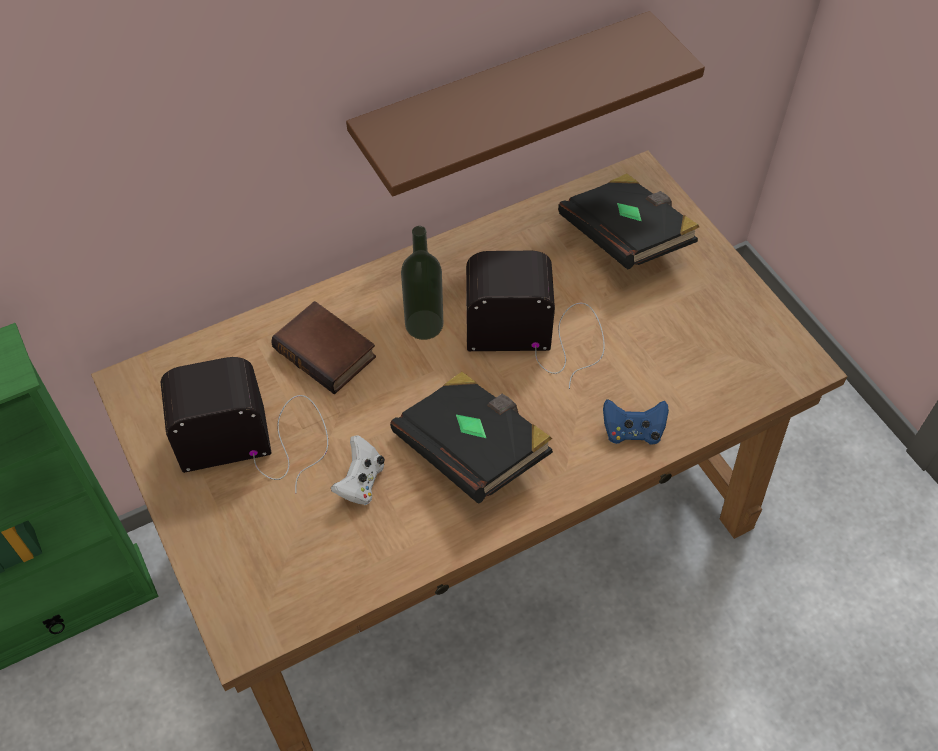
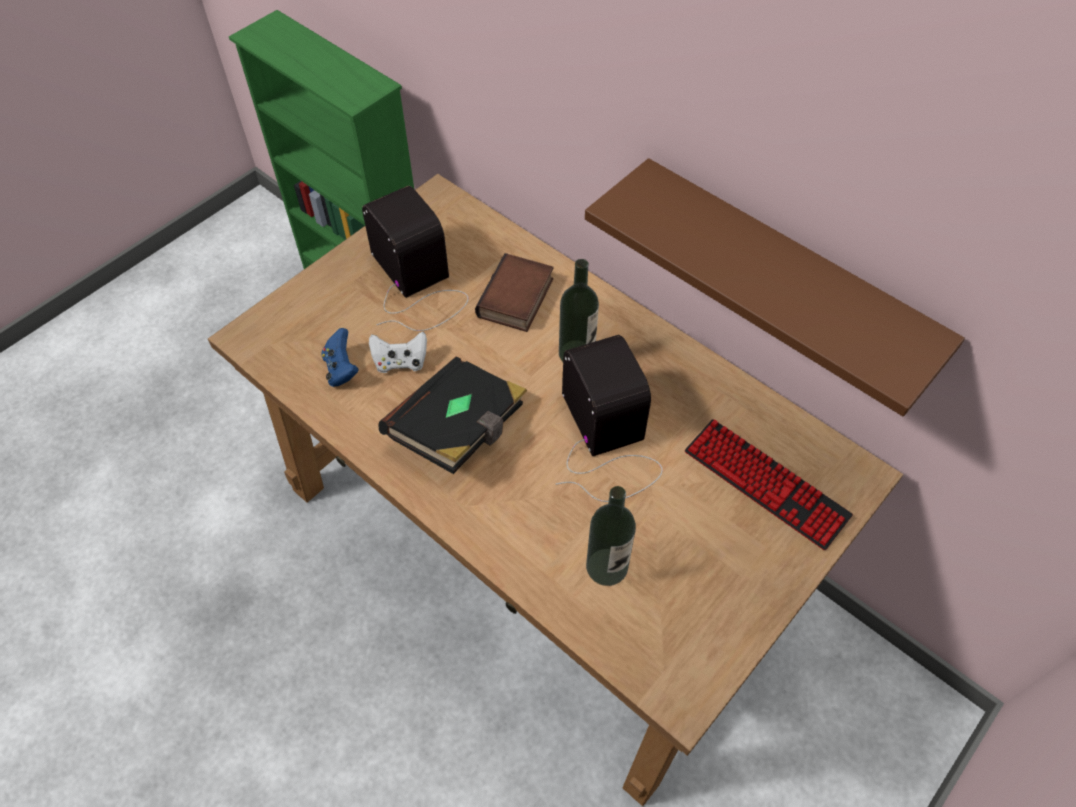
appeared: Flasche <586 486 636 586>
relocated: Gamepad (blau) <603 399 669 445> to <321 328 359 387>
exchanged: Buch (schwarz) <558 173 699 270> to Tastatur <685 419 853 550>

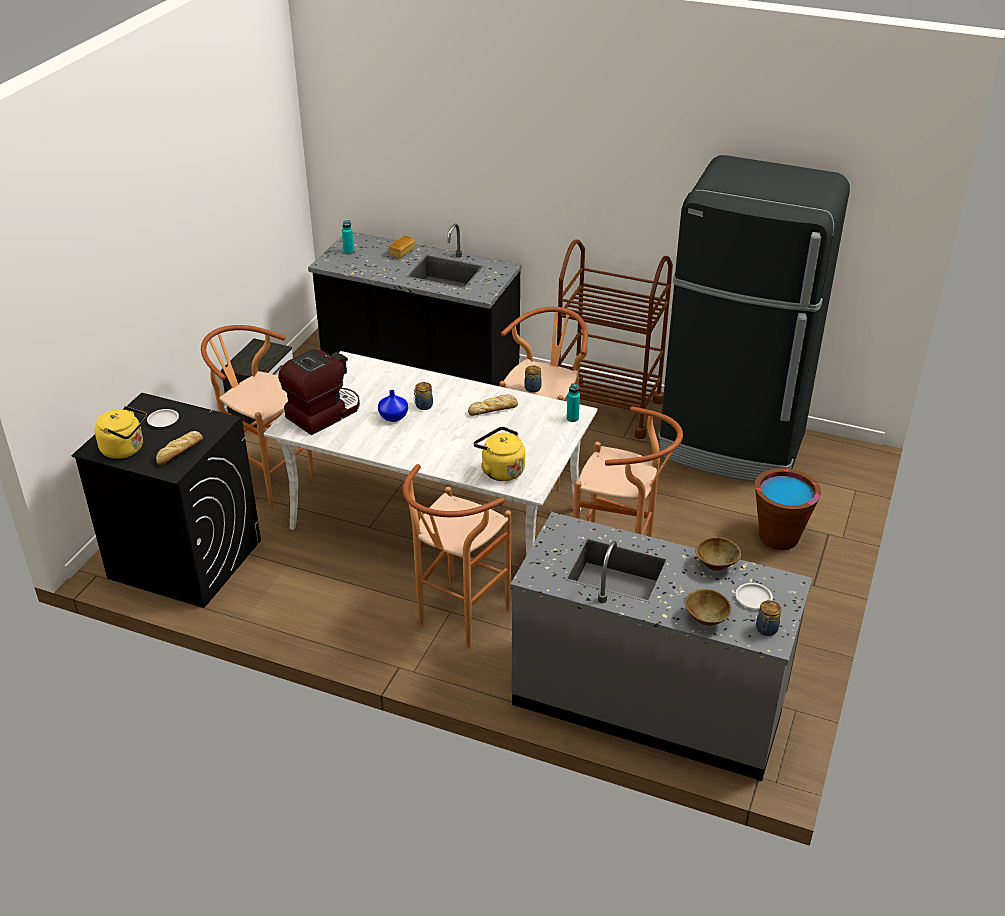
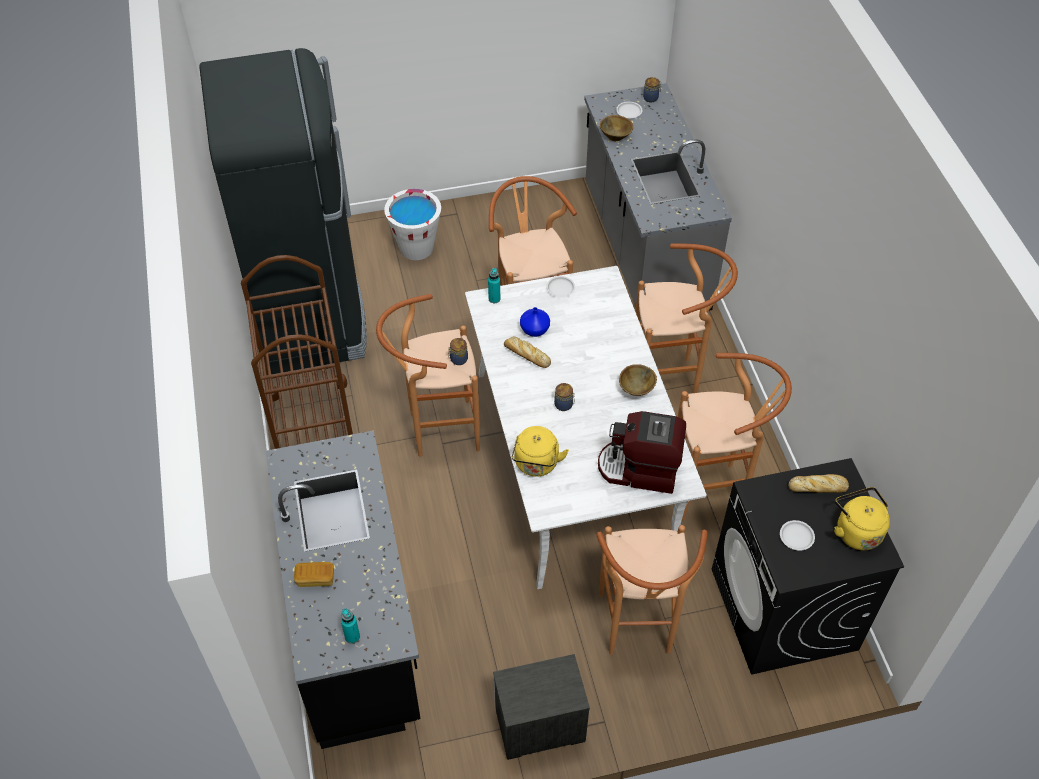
appeared: Teller (weiß) <546 276 575 298>; Hocker (braun) <678 353 792 520>
relocated: Wasserkessel (gelb) <474 427 525 481> to <512 426 569 477>; Vase (blau) <378 390 408 422> to <520 307 550 337>; Schüssel (braun) <685 589 731 626> to <619 364 657 396>
colour: Eimer (braun) <755 468 821 550> to Eimer (weiß) <384 189 441 260>

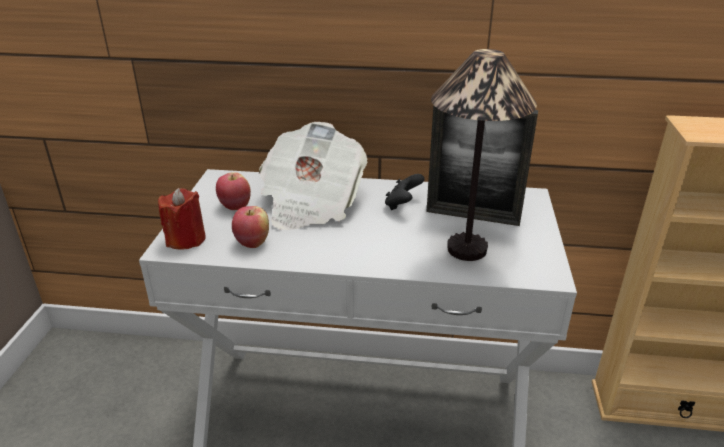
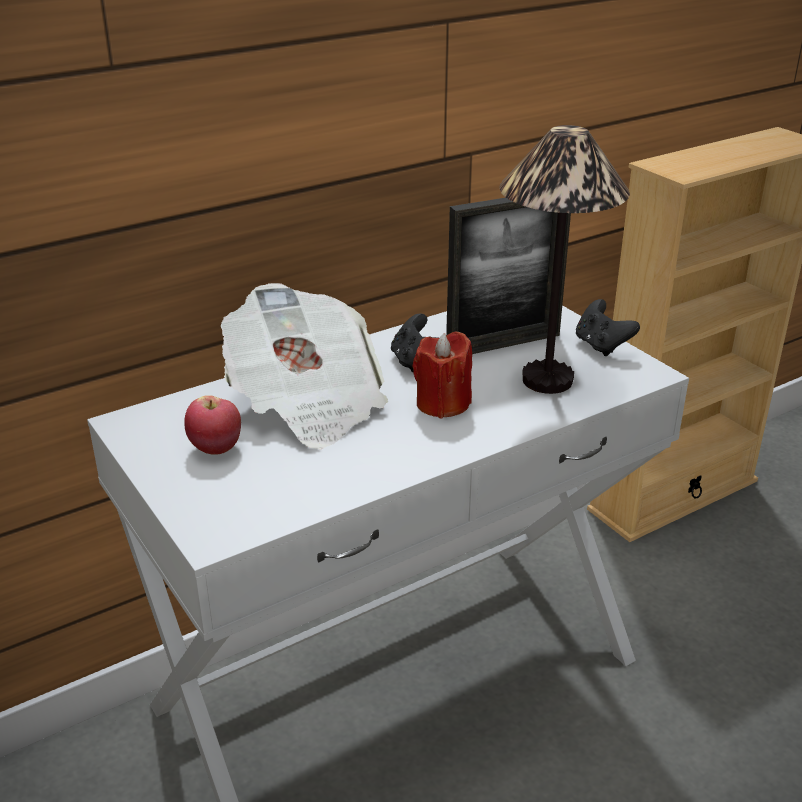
missing: Apfel <232 206 269 248>
appeared: Gamepad (schwarz) <576 299 640 356>
relocated: Kerze (rot) <158 188 206 250> to <413 332 472 419>

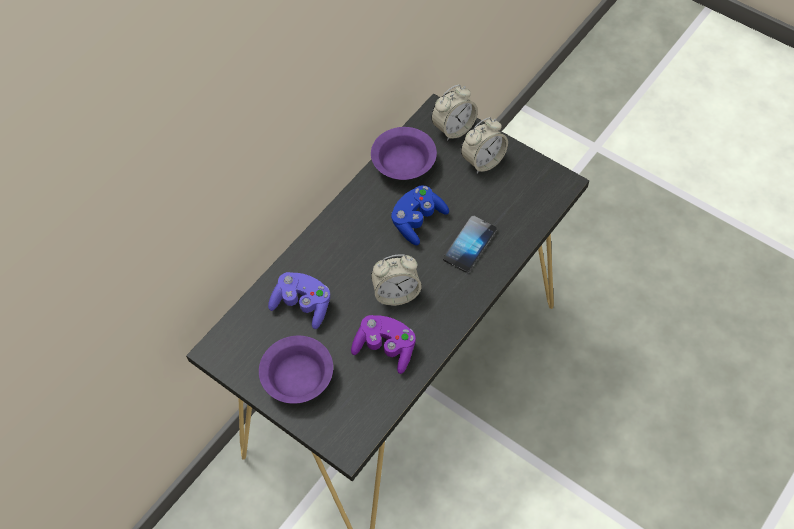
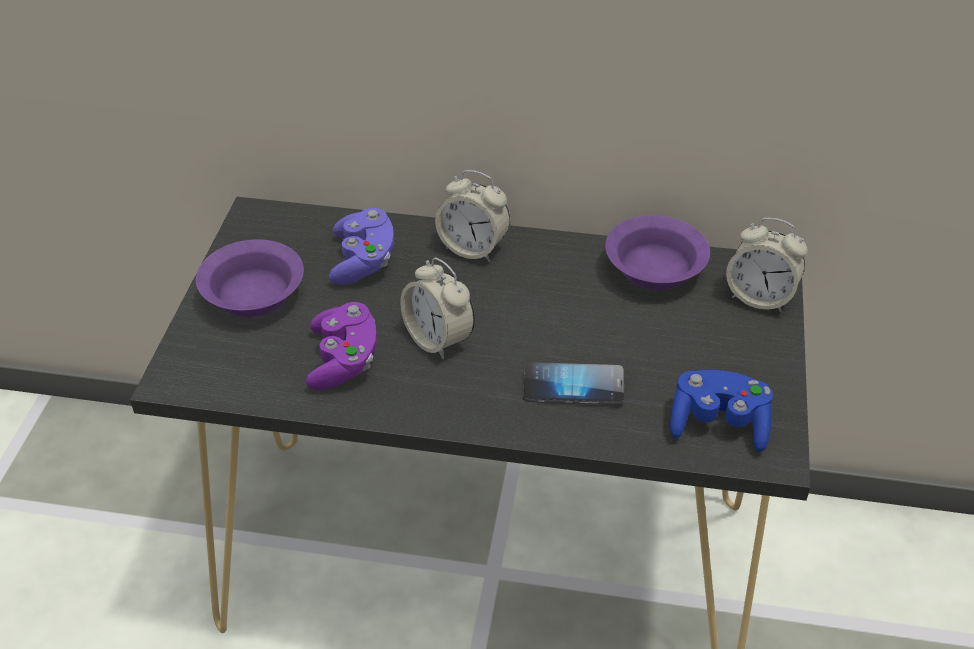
relocated: Wecker <461 117 508 174> to <435 170 510 262>; Gamepad (blau) <391 186 449 245> to <670 370 773 452>

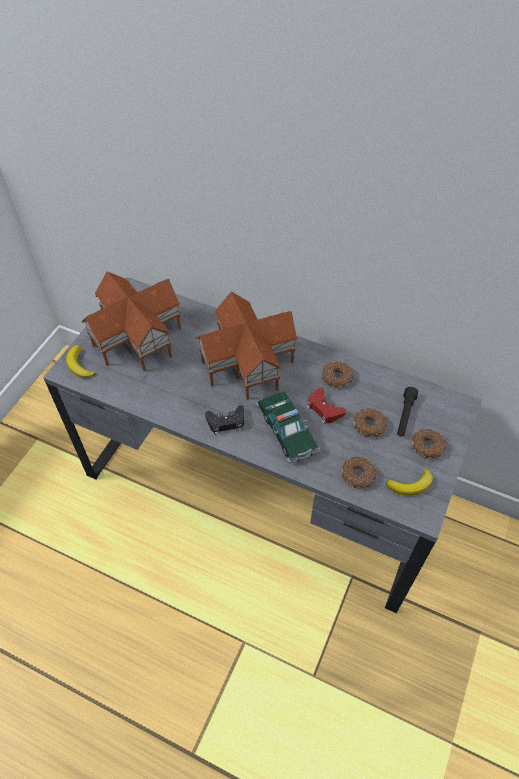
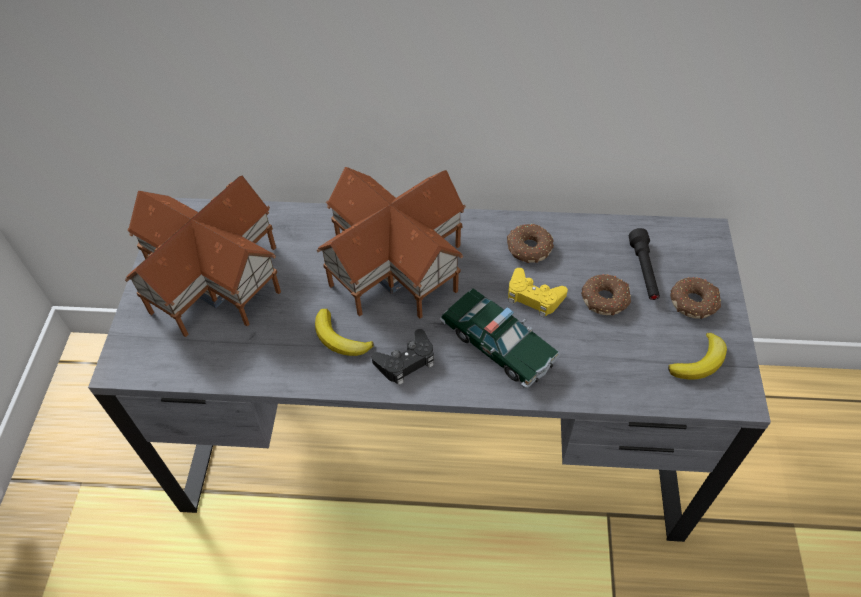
missing: Donut <342 457 378 488>
relocated: Banane <66 345 96 378> to <315 309 374 356>
colour: Gamepad (rot) <307 387 346 424> to Gamepad (gelb) <508 268 568 317>

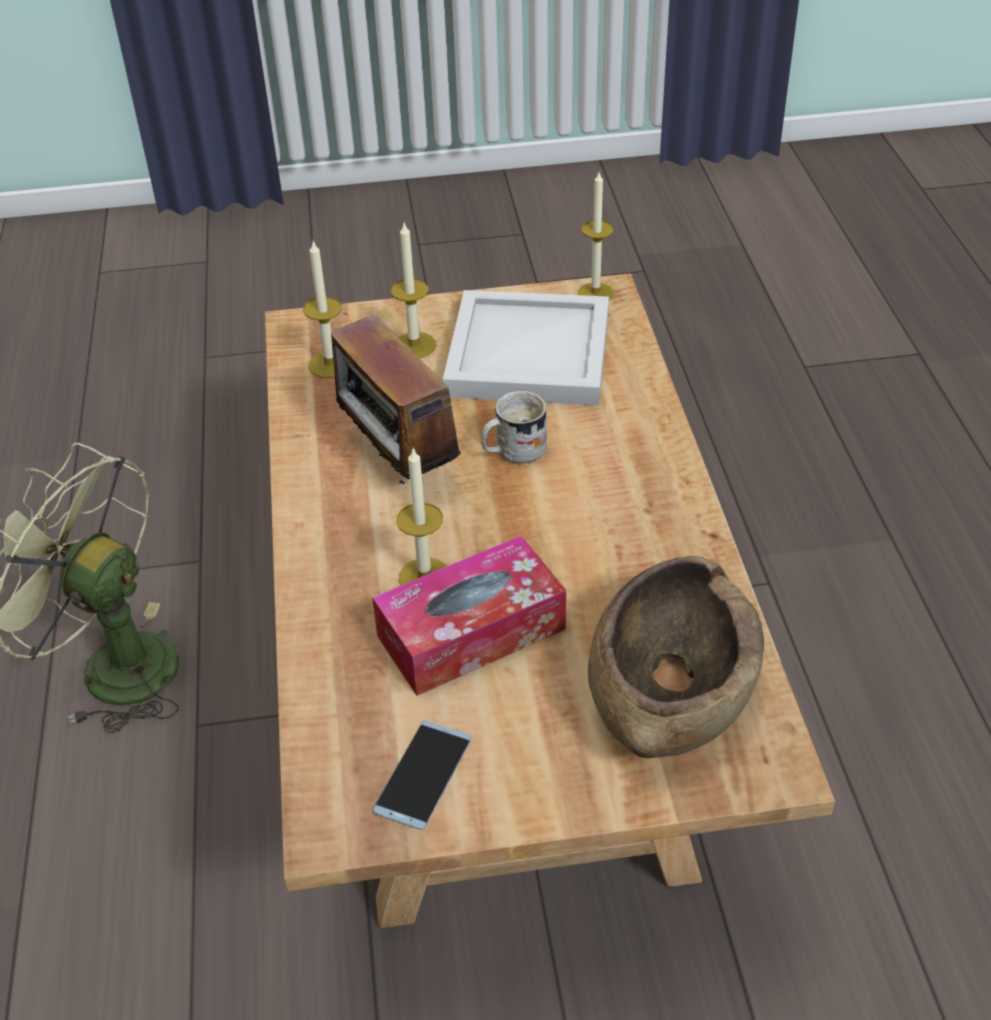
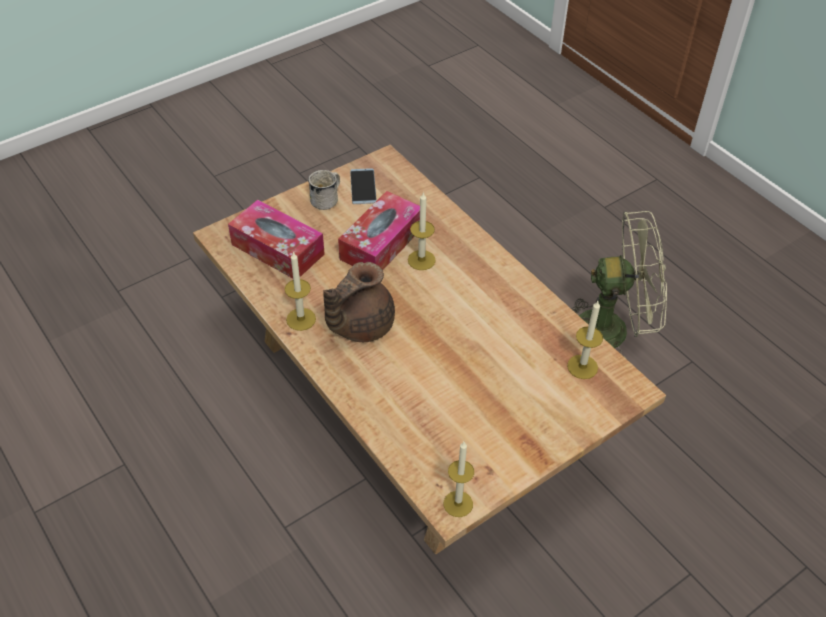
missing: Radio <331 313 461 484>; Tablett (weiß) <443 290 609 406>
appeared: Teekanne (braun) <323 262 395 342>
relocated: Kerze <391 223 436 358> to <285 251 316 331>; Henkelbecher (weiß) <481 391 547 465> to <308 170 340 210>
exchanged: Schüssel (braun) <588 556 764 758> to Taschentuchbox <228 200 325 278>

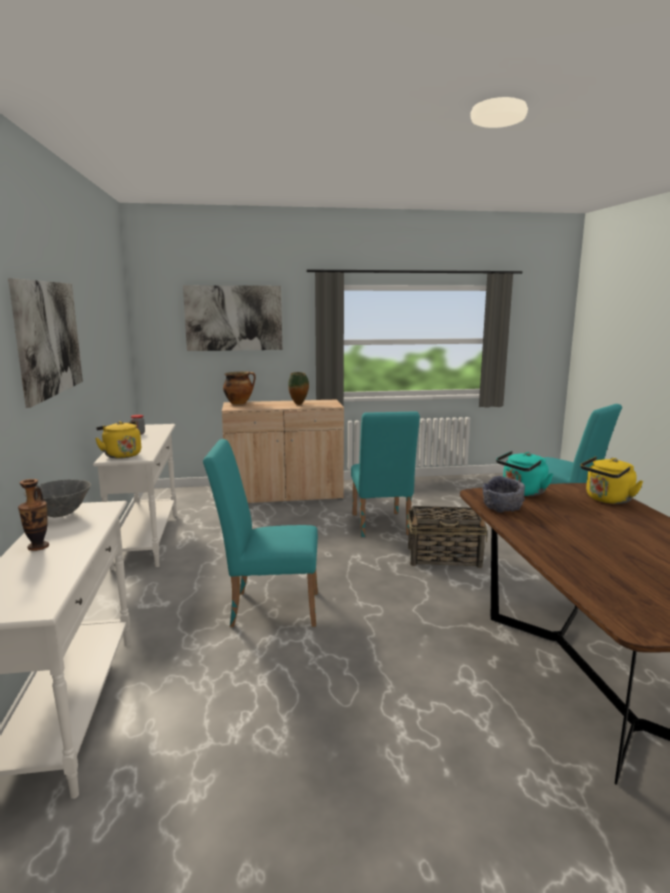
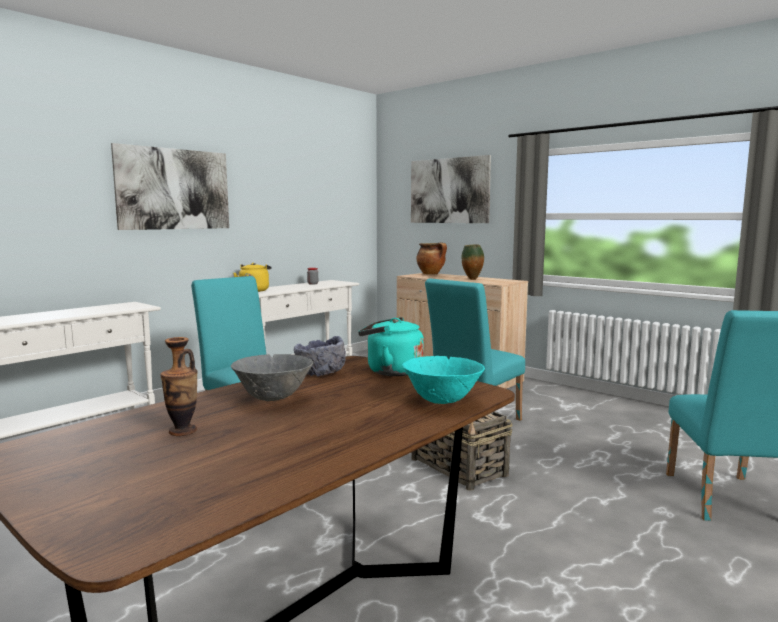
relocated: Vase <18 479 49 551> to <160 337 198 436>; Schüssel (grau) <24 480 91 518> to <231 354 313 401>
exchanged: Wasserkessel (gelb) <580 456 643 504> to Schüssel (türkis) <402 356 485 404>

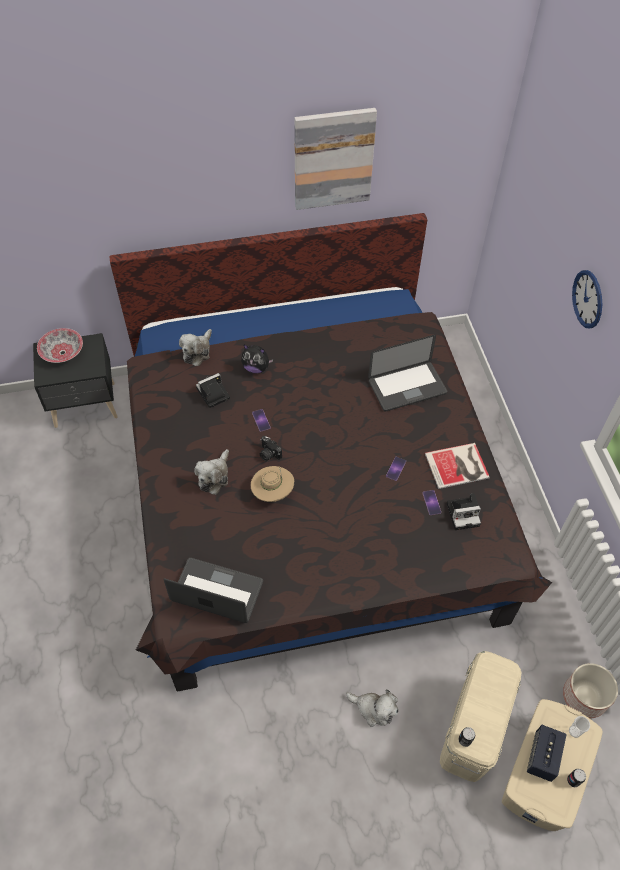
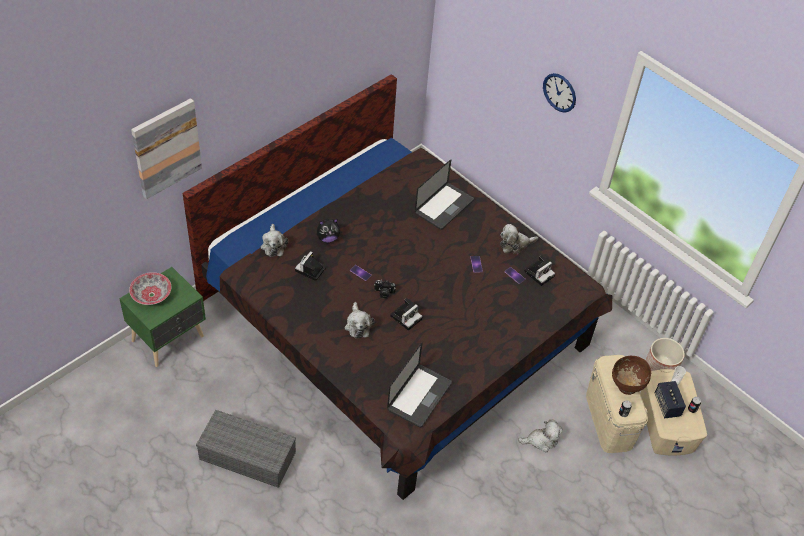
appeared: Aufbewahrungsbox (grau) <196 410 296 488>; Schüssel (braun) <612 356 651 395>
relocated: Bild <294 108 377 210> to <131 98 202 199>
exchanged: Hut (beige) <251 466 294 502> to Kamera <390 298 423 331>; Buch <425 443 490 489> to Plüschtier <500 224 538 254>
colour: Nachttisch (schwarz) <33 333 118 428> to Nachttisch (grün) <119 267 206 367>
spun: Laptop <163 558 263 623> = <387 342 452 428> 135 degrees clockwise

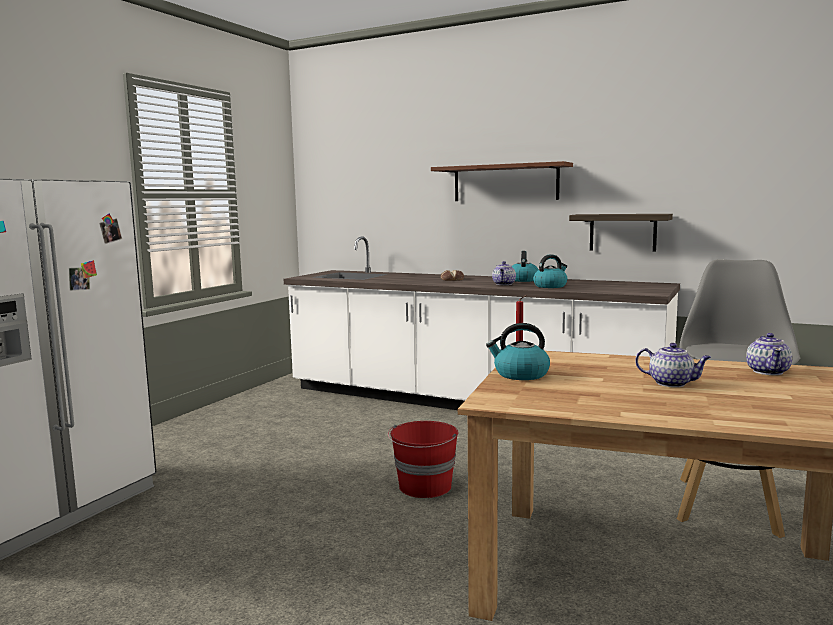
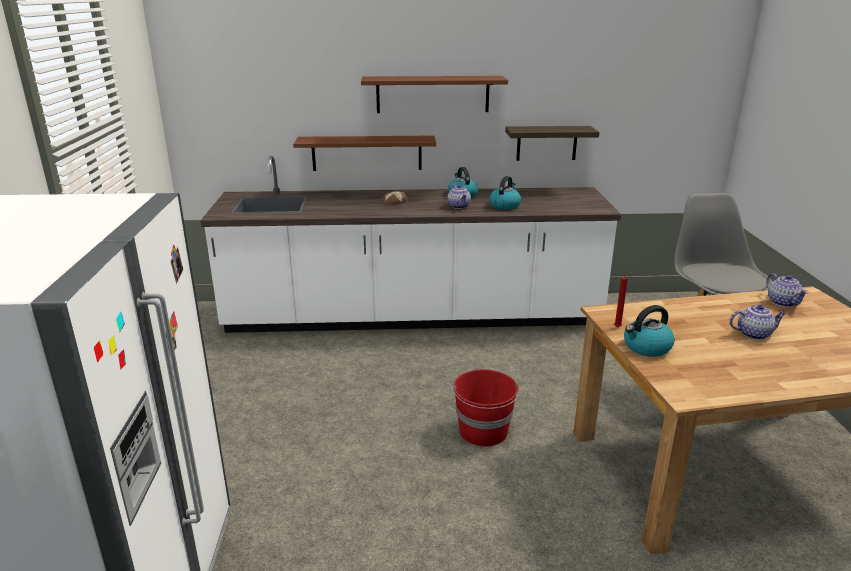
appeared: Wandregal (braun) <293 135 436 171>

